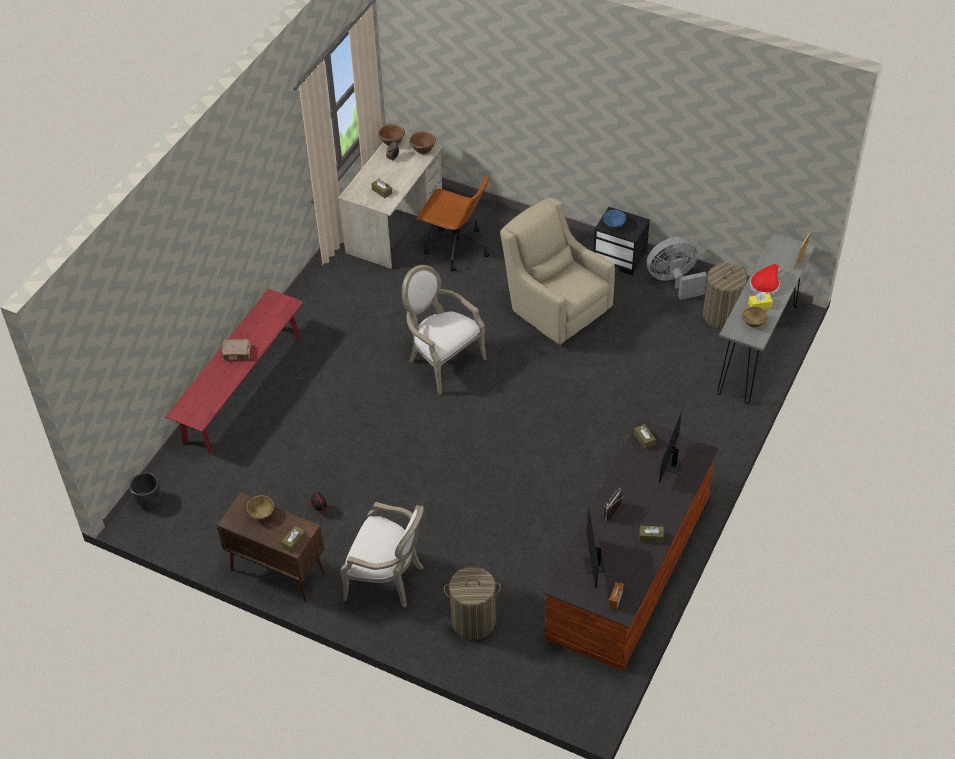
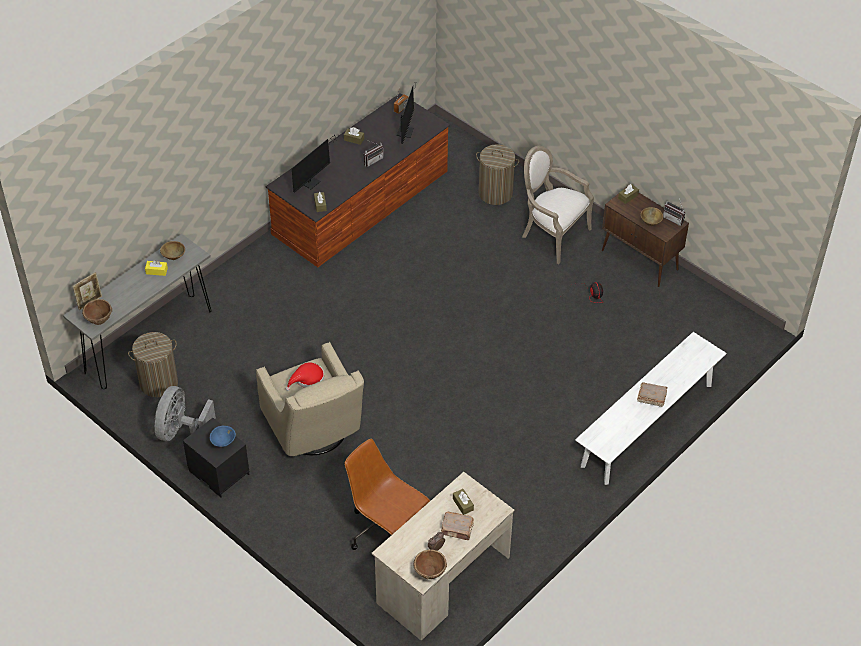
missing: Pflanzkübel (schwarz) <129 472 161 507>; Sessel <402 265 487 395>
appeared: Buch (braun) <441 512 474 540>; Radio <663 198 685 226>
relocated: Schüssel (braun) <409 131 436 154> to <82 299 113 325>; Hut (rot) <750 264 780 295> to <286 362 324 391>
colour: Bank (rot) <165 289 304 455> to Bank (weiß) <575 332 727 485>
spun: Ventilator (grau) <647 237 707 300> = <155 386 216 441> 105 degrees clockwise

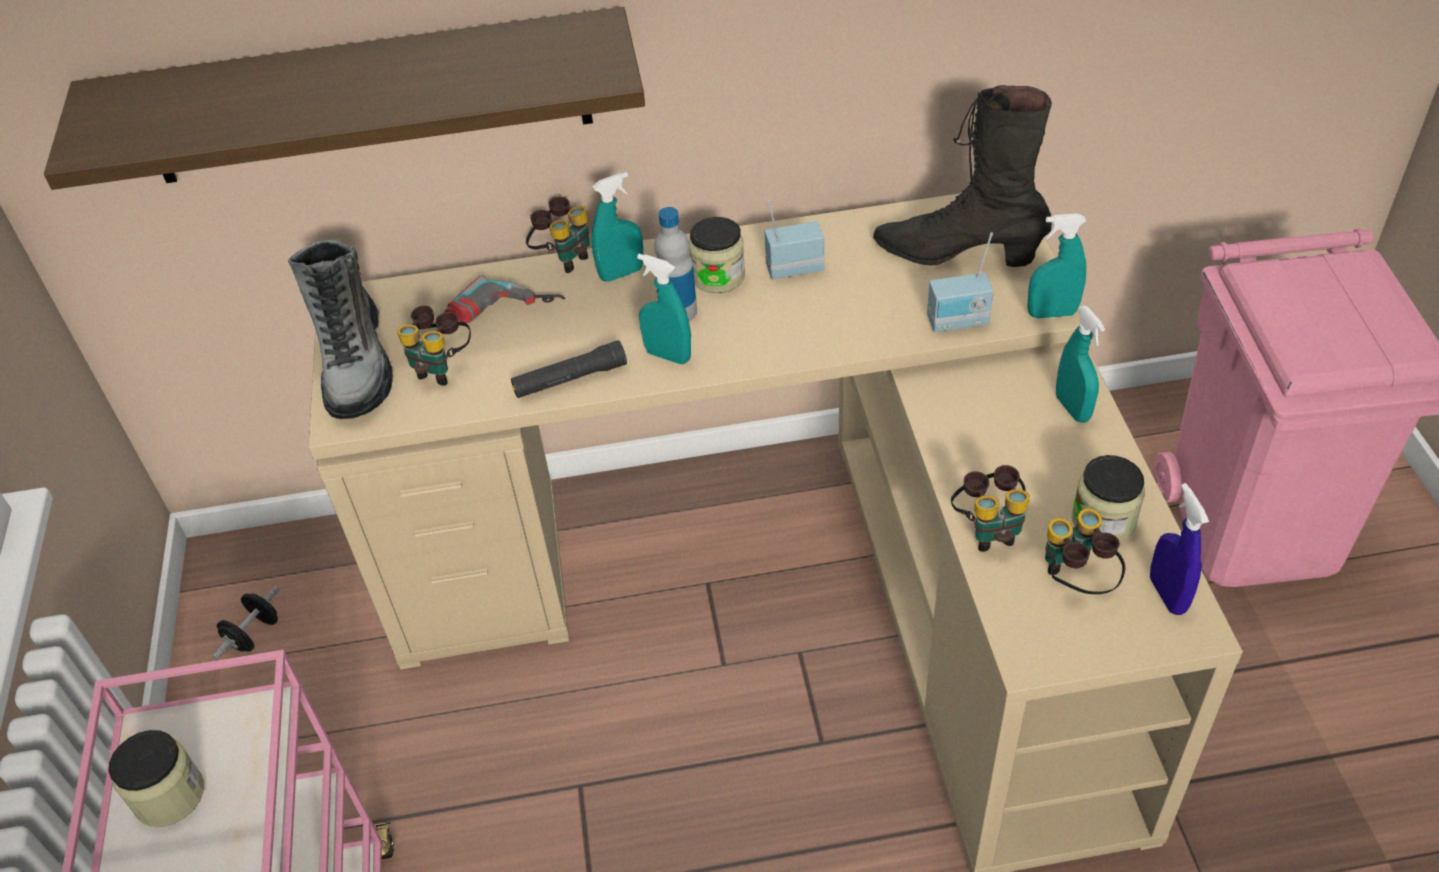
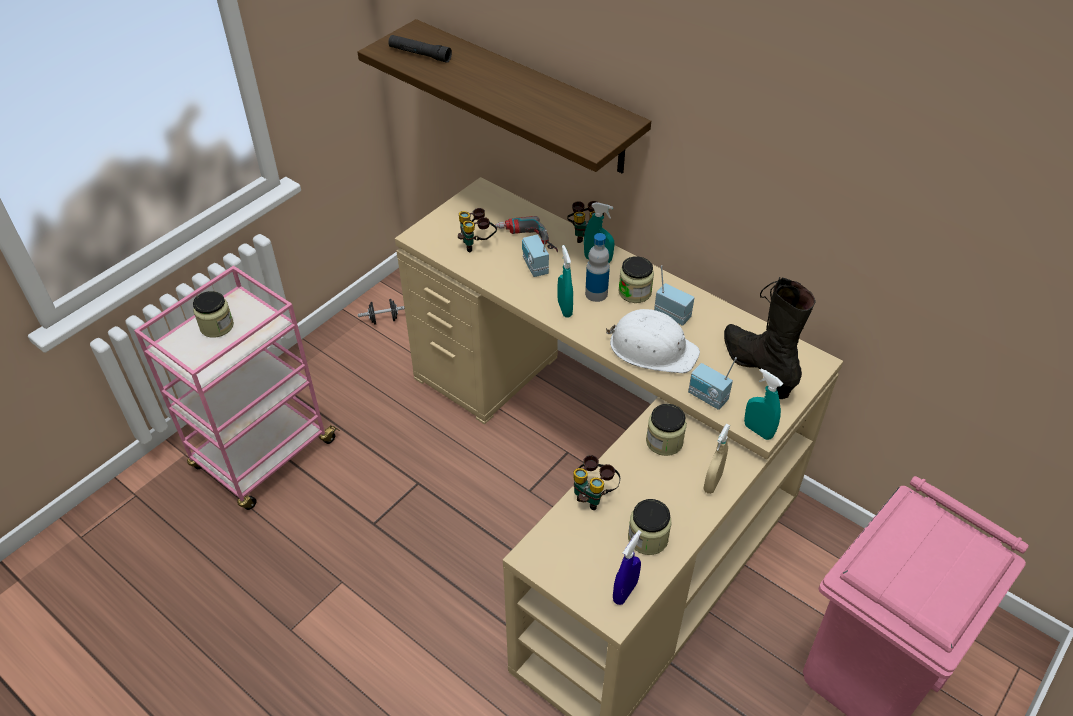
missing: Stiefel <288 239 393 419>; Fernglas <1045 508 1125 594>
appeared: Radio <522 230 549 277>; Schutzhelm (weiß) <606 309 700 373>; Vorratsglas <646 404 687 456>
relocated: Taschenlampe (schwarz) <511 340 627 398> to <388 35 452 63>
colour: Sprühflasche (türkis) <1056 306 1105 423> to Sprühflasche (beige) <704 424 730 494>

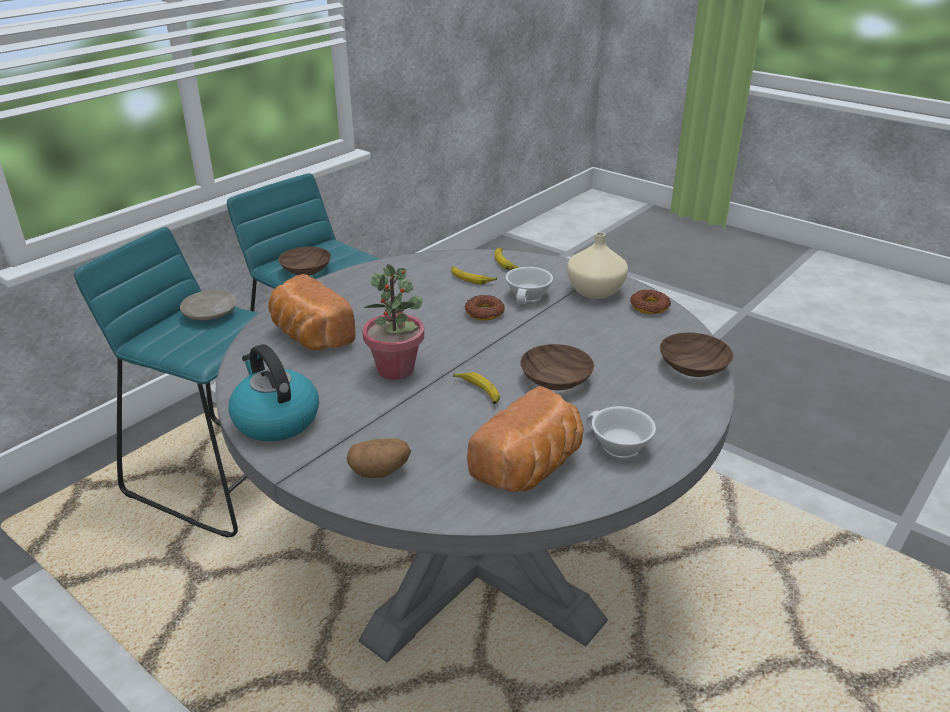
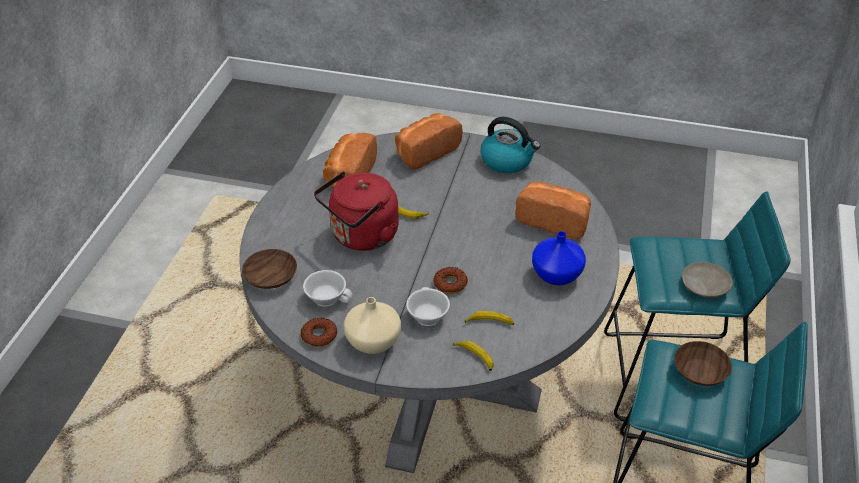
missing: Topfpflanze <362 264 424 380>
appeared: Vase (blau) <532 231 586 285>
relocated: Tasse (weiß) <586 406 656 458> to <303 270 352 307>
exchanged: Schüssel (braun) <520 344 594 390> to Wasserkessel (rot) <314 171 399 251>; Kartoffel <347 438 411 478> to Brot <395 113 463 170>

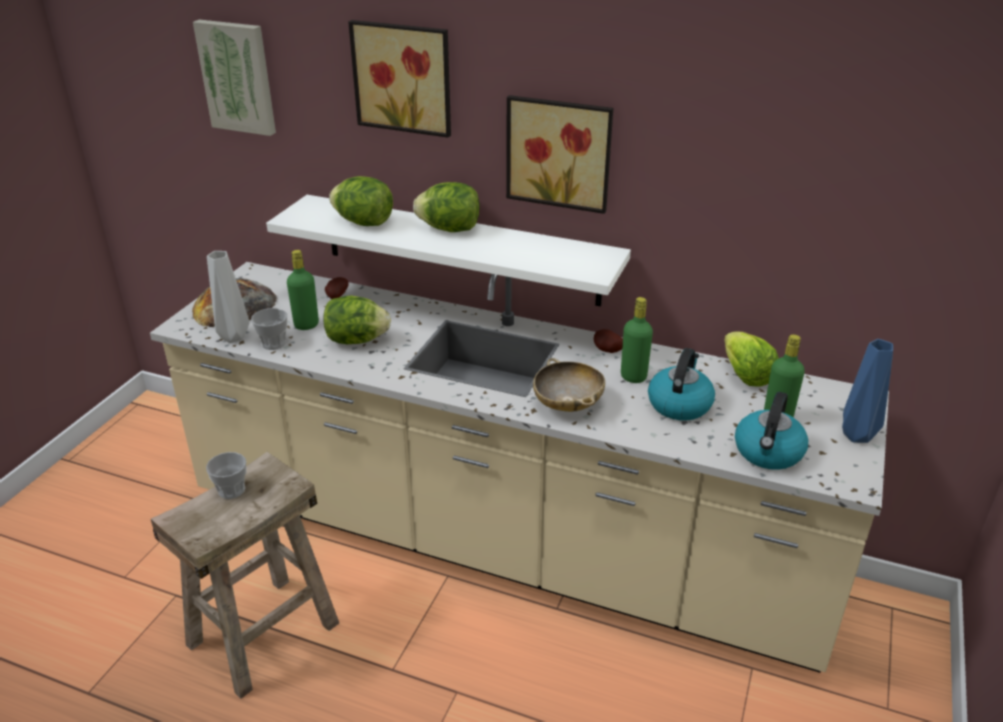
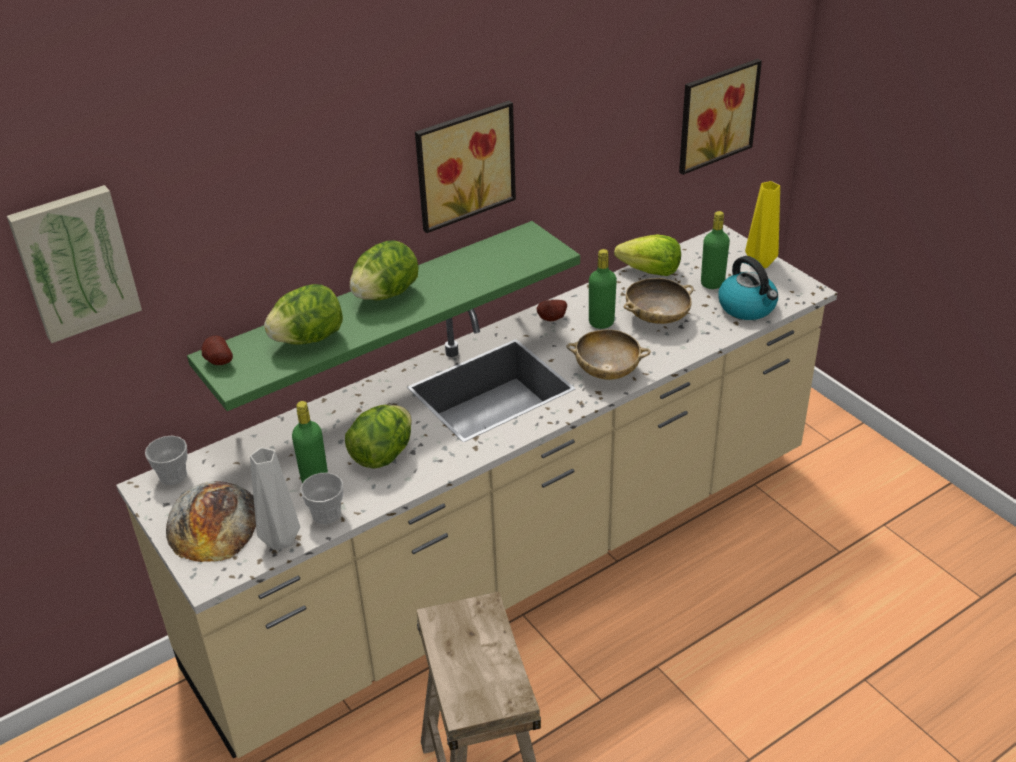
relocated: Tasse <206 452 246 499> to <145 436 188 485>; Kartoffel <325 277 349 299> to <202 336 233 365>; Bild <348 20 451 138> to <679 59 762 175>
exchanged: Wasserkessel <648 348 715 421> to Schüssel (beige) <624 278 694 324>
colour: Wandregal (weiß) <266 195 631 307> to Wandregal (grün) <187 221 580 411>; Vase (blau) <842 339 893 443> to Vase (gelb) <745 181 780 268>

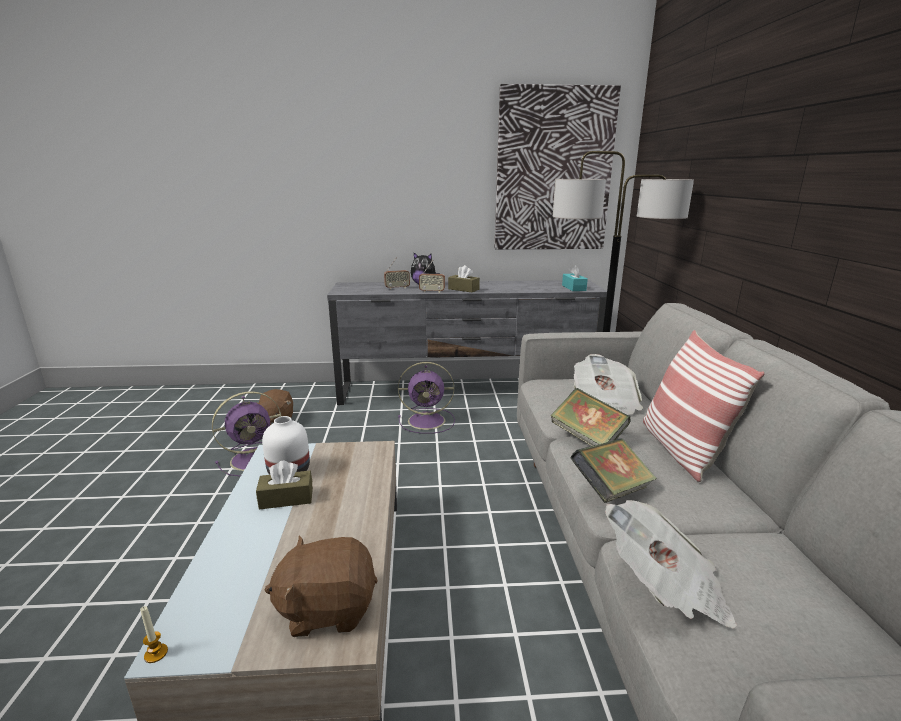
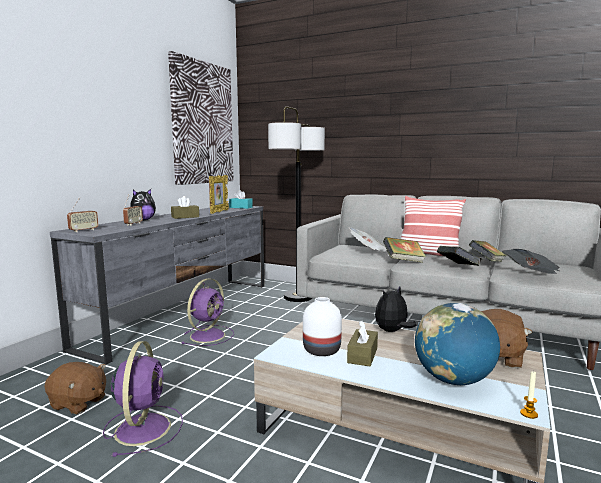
appeared: Bilderrahmen <209 175 229 214>; Plüschtier <375 286 416 332>; Globus <415 303 500 385>; Buch <469 240 507 262>
relocated: Radio <419 260 445 293> to <67 197 98 232>

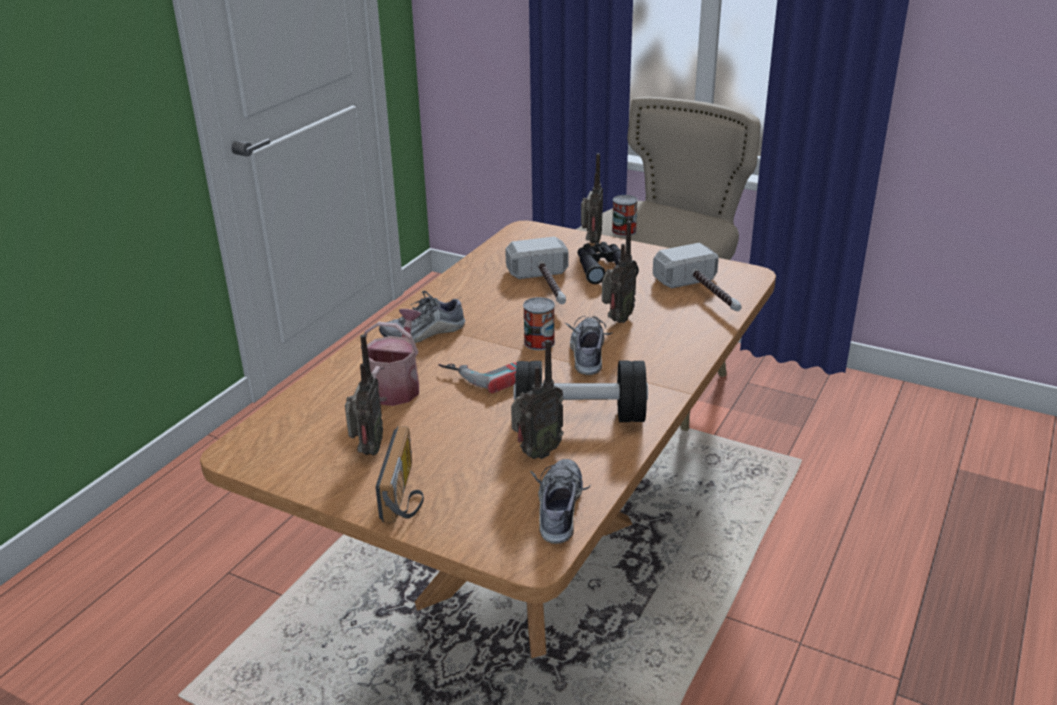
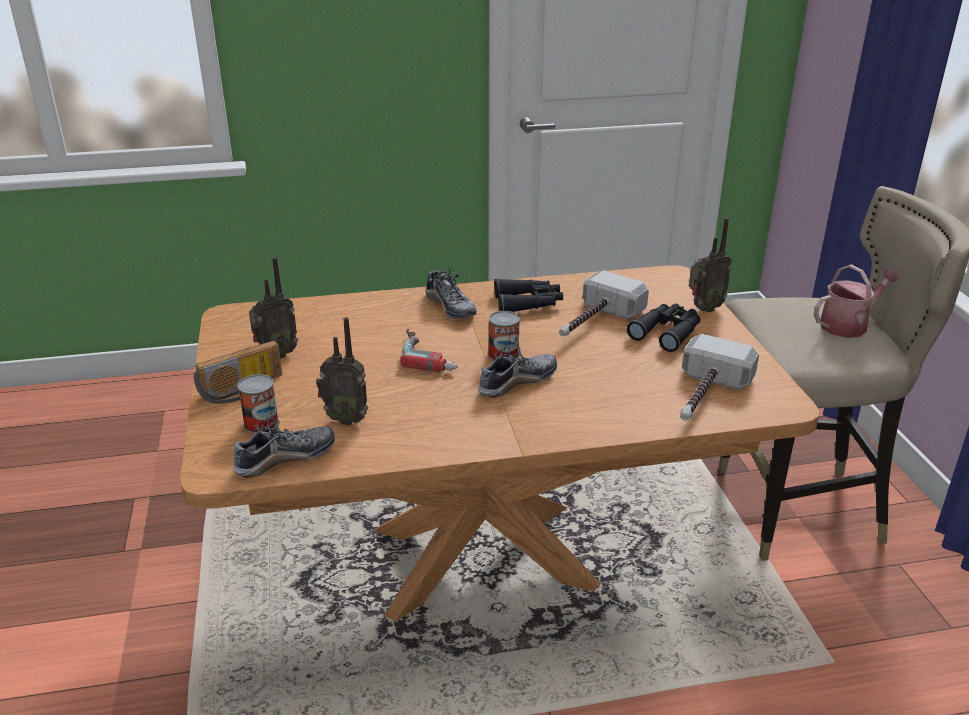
missing: Hantel (schwarz) <514 360 648 422>; Radio <602 221 637 323>
appeared: Fernglas (schwarz) <494 279 563 312>
relocated: Dose <612 195 638 236> to <238 374 279 433>; Gießkanne <361 309 421 406> to <814 264 900 338>
spun: Schuh <379 291 465 343> = <426 267 477 319> 150 degrees counterclockwise

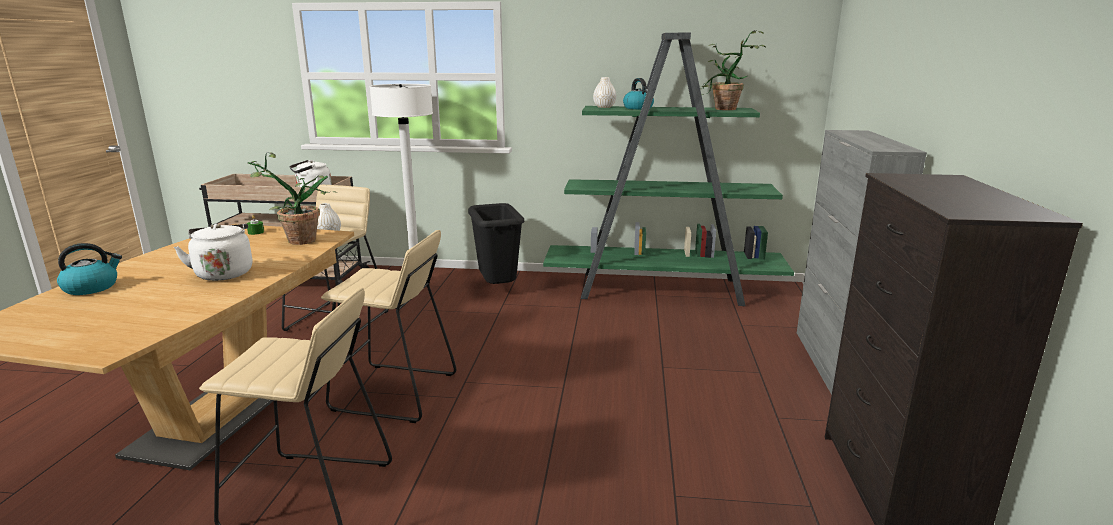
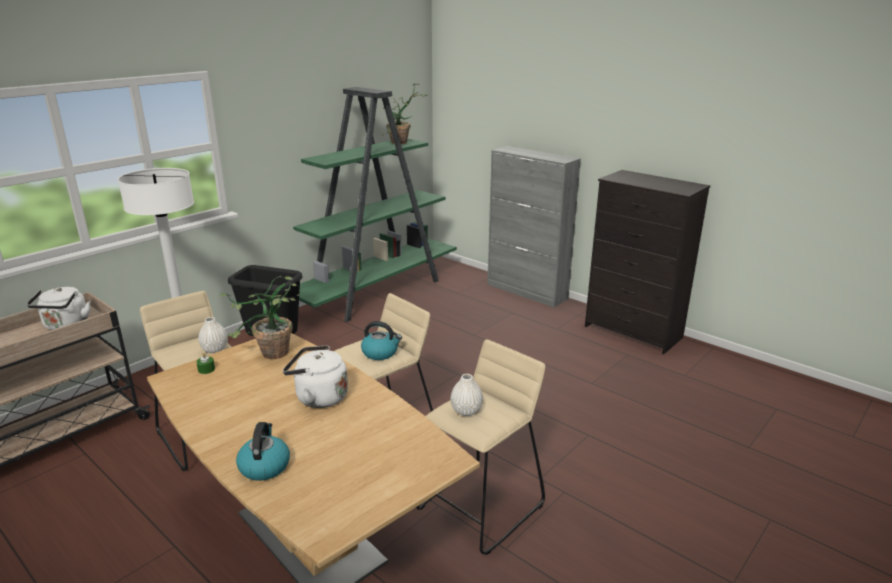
relocated: Wasserkessel <623 78 654 109> to <361 321 402 360>; Vase (weiß) <593 77 616 108> to <450 374 483 416>

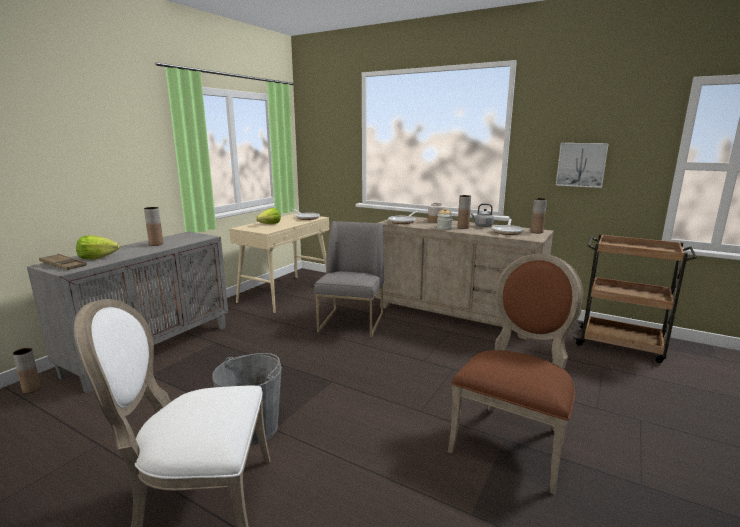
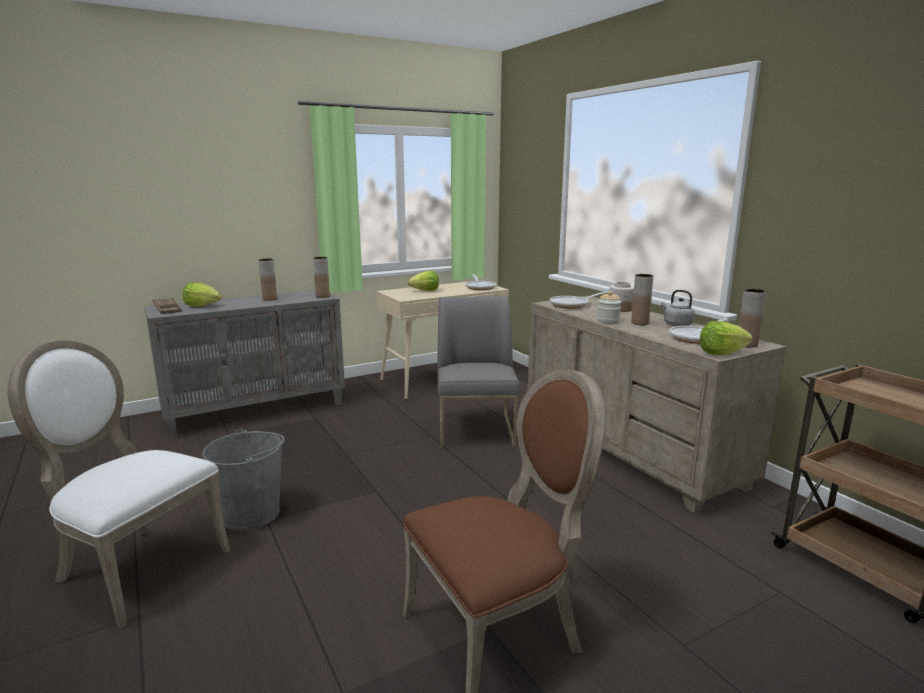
missing: Bild <556 143 609 188>
appeared: Salatkopf <700 321 753 355>
relocated: Vase (braun) <13 348 41 393> to <313 257 330 298>
spun: Stuhl (grau) <314 221 384 338> = <437 296 520 448> 45 degrees counterclockwise

